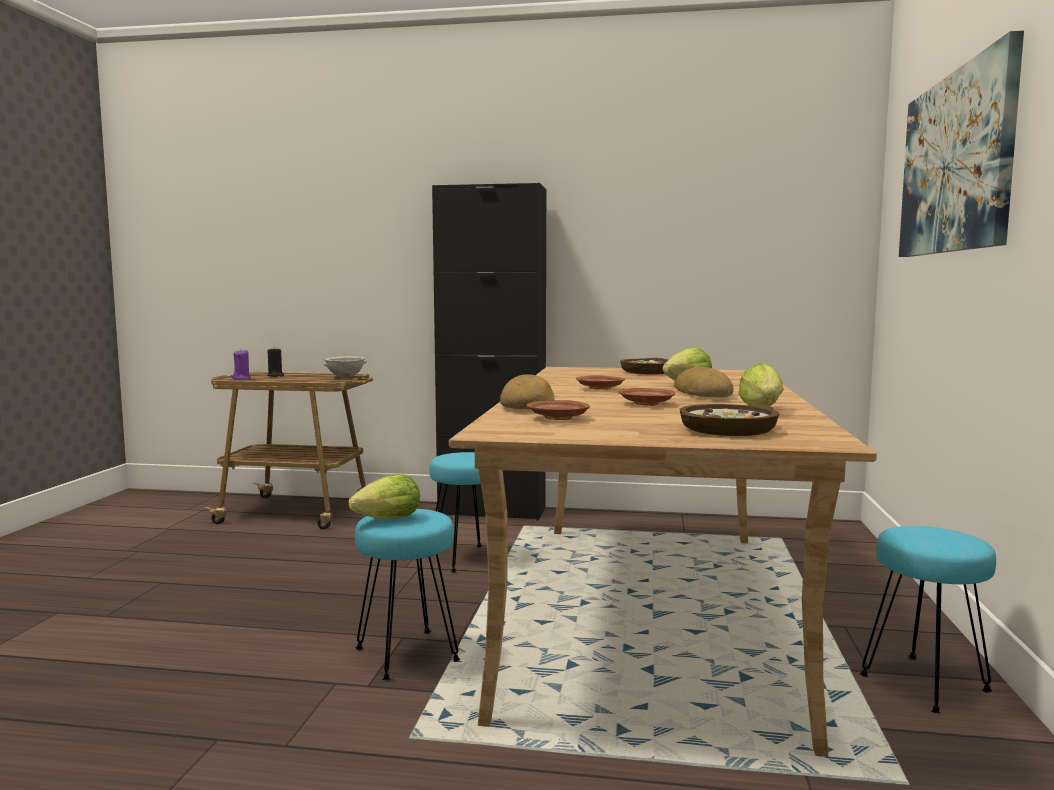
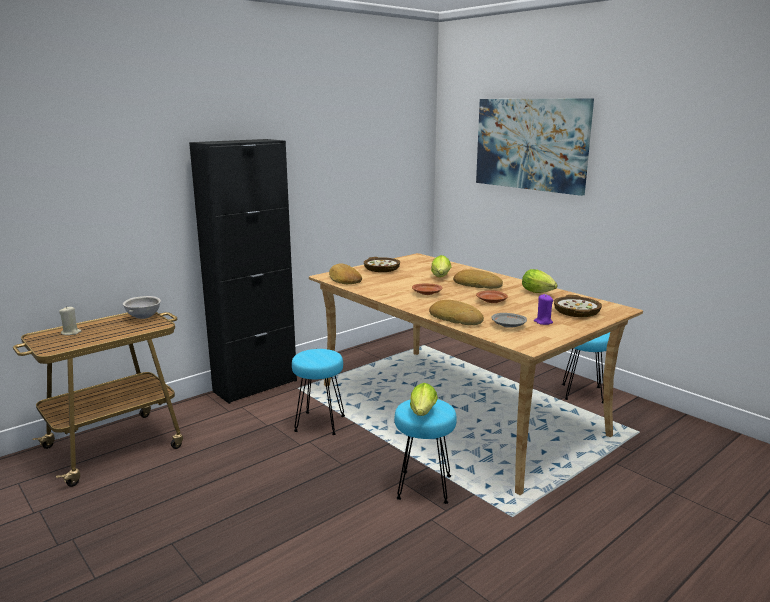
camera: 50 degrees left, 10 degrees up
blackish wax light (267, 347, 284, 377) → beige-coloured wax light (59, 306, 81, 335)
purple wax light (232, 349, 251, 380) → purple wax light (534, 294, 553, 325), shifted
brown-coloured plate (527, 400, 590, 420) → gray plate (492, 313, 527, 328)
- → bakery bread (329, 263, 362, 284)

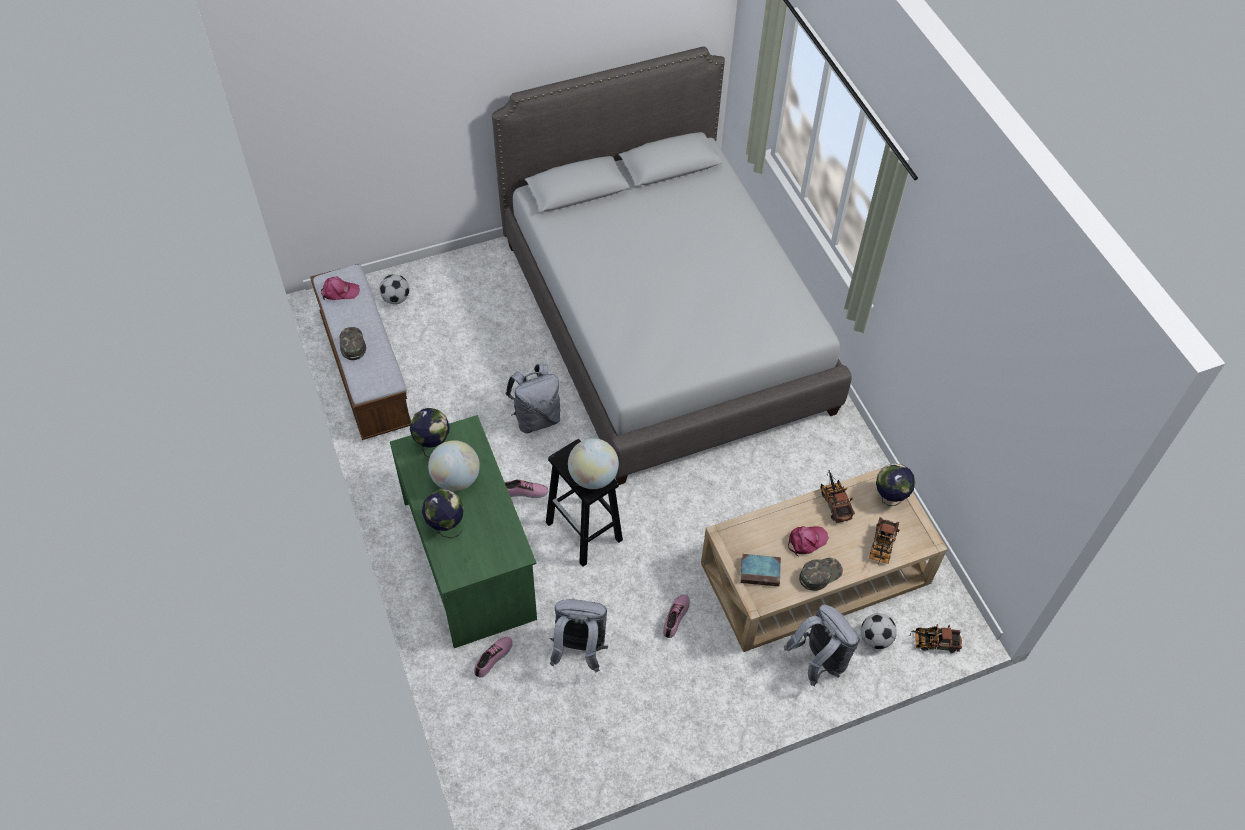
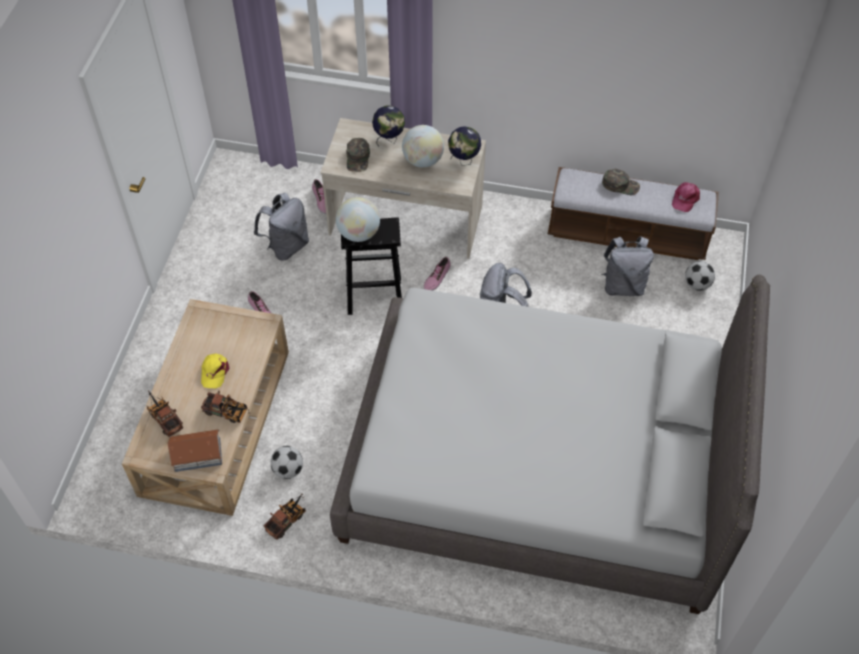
camera: 125 degrees right, 0 degrees up
greenish desk table (390, 415, 537, 648) → beige-coloured desk table (320, 118, 486, 259)
desk globe (876, 463, 915, 506) → toy house (167, 430, 222, 472)
pink-coloured baseball cap (788, 526, 829, 556) → yellowish baseball cap (201, 354, 229, 388)
book (740, 554, 781, 587) → -
greenish baseball cap (799, 558, 843, 591) → greenish baseball cap (346, 138, 370, 172), shifted
gray rucksack (784, 605, 860, 686) → gray rucksack (602, 236, 654, 296), shifted
football (861, 613, 897, 649) → football (270, 446, 303, 479), shifted
toy lorry (909, 624, 962, 653) → toy lorry (263, 494, 306, 540), shifted

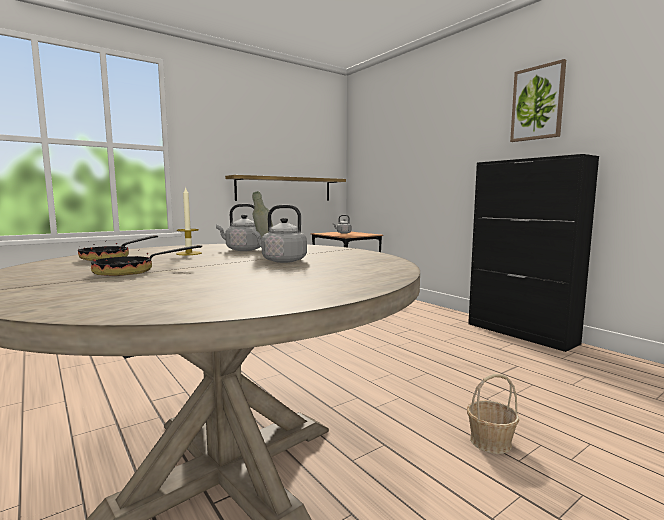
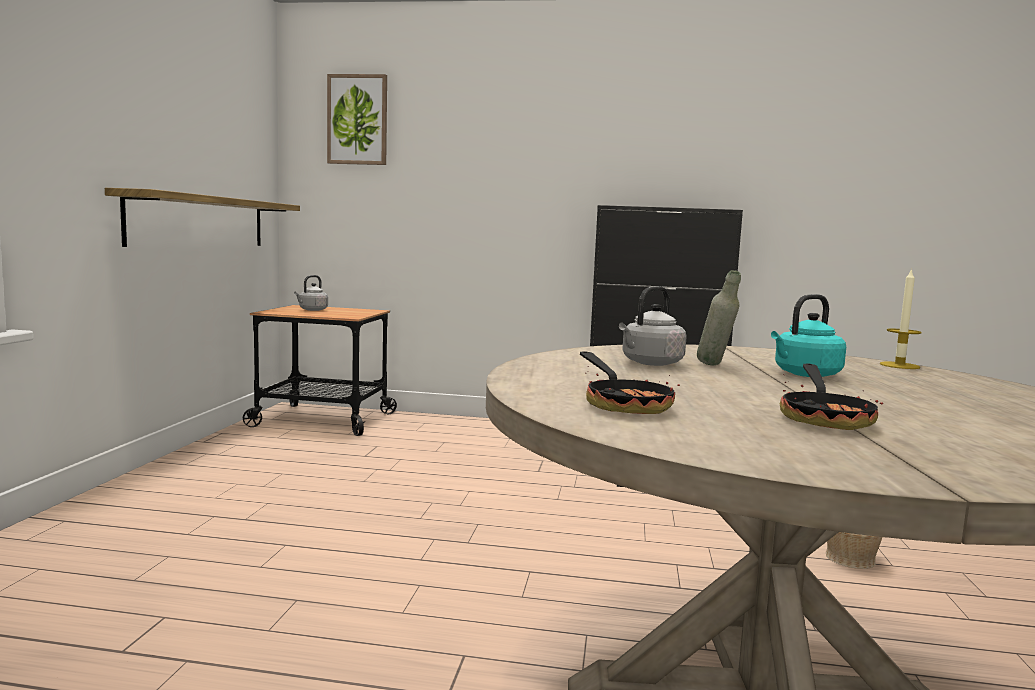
camera: 45 degrees left, 0 degrees up
picture (510, 59, 566, 142) → picture (327, 74, 387, 165), shifted
wax light (176, 186, 202, 255) → wax light (880, 268, 922, 369), shifted
gray tea kettle (252, 205, 307, 263) → blue-green tea kettle (771, 294, 846, 377)

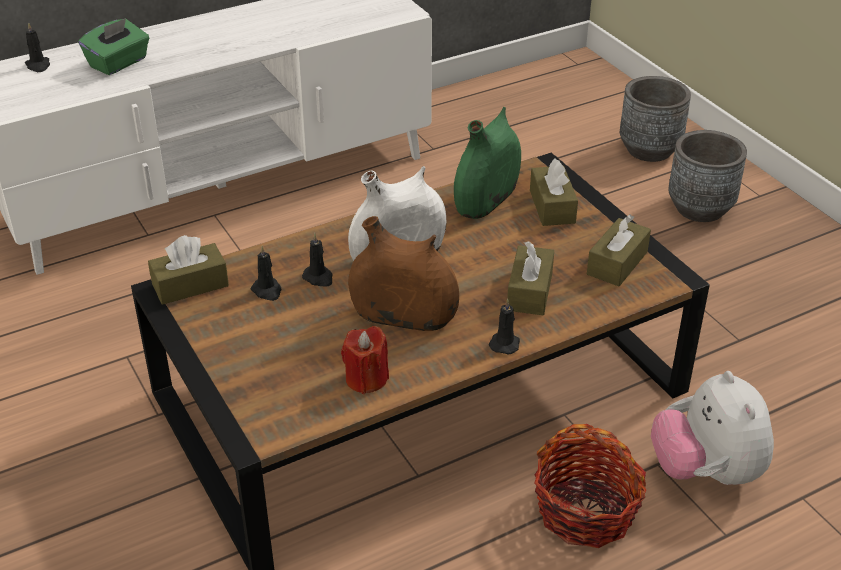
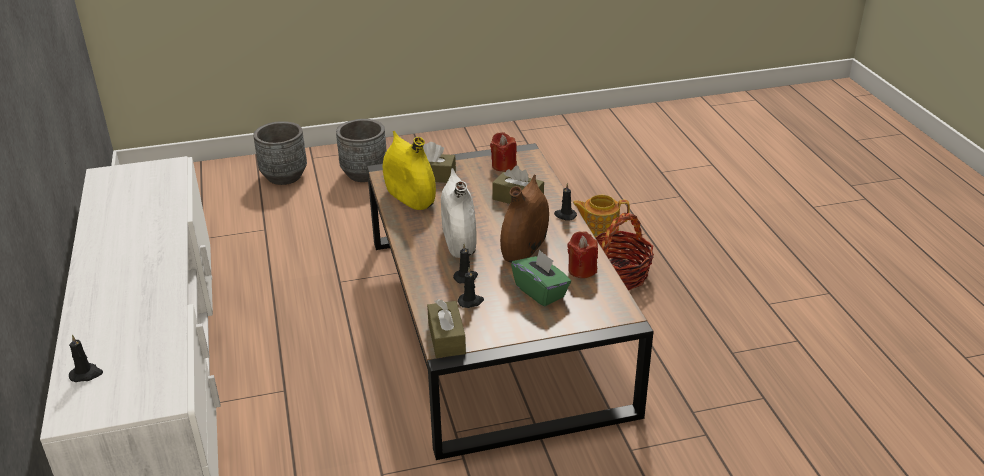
camera: 75 degrees left, 5 degrees down
greenish box of tissues (78, 18, 149, 75) → greenish box of tissues (511, 249, 571, 306), shifted
greenish decorative vase (454, 107, 521, 219) → yellowish decorative vase (383, 131, 436, 210)
brown-coloured box of tissues (587, 214, 651, 286) → red-coloured wax light (490, 132, 517, 172)
soft toy (651, 371, 774, 485) → pot for tea (573, 195, 630, 238)

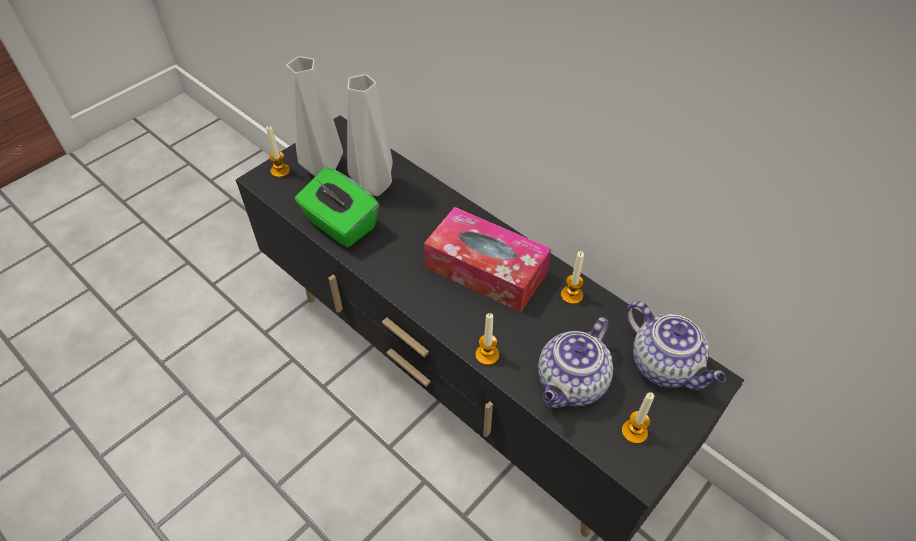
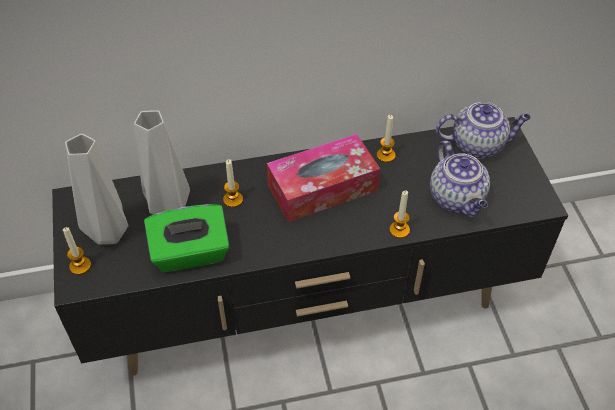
camera: 55 degrees left, 0 degrees up
wax light (622, 392, 654, 444) → wax light (223, 159, 243, 207), shifted

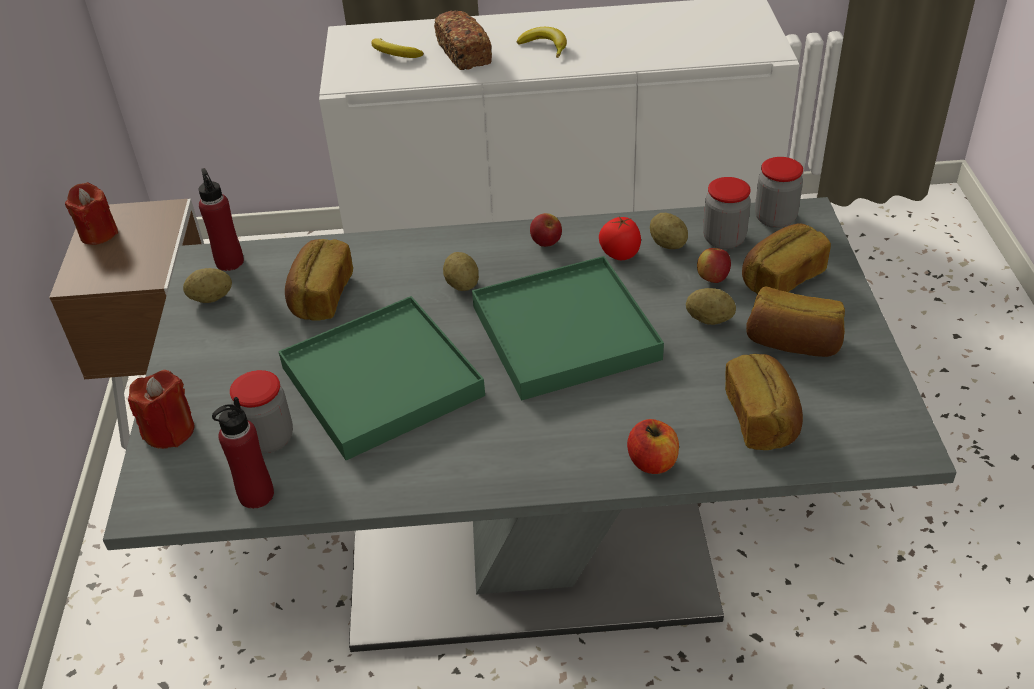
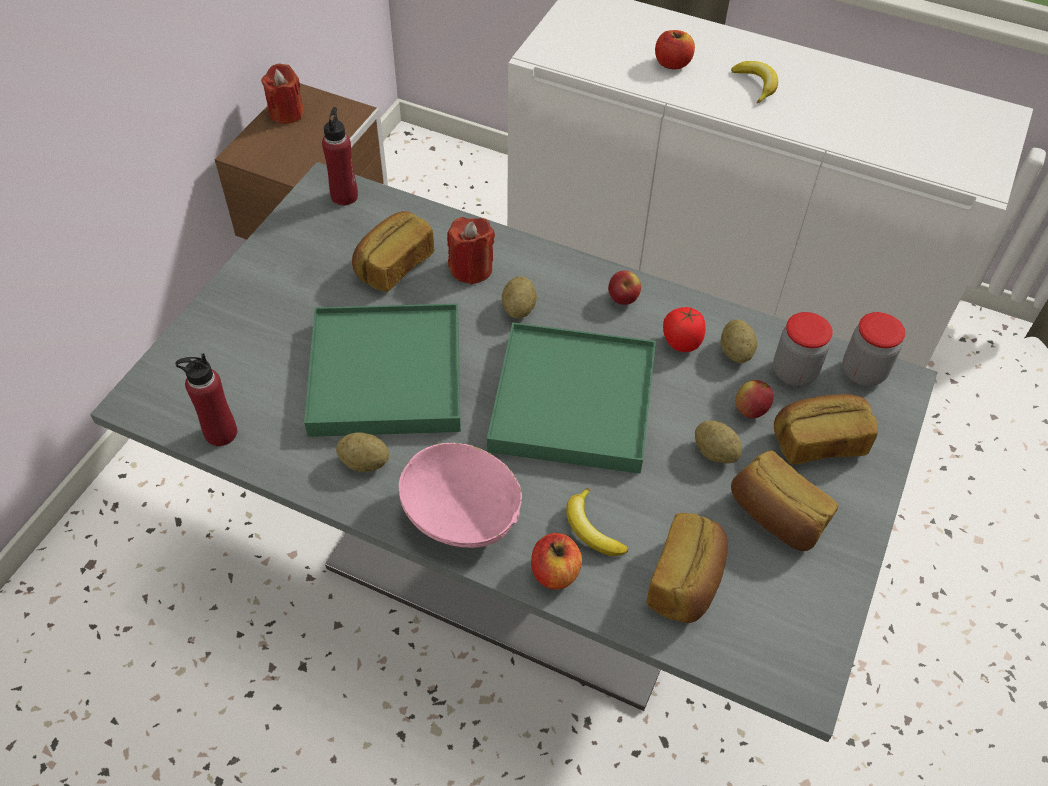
camera: 25 degrees right, 10 degrees up
bakery bread (434, 10, 492, 70) → apple (655, 30, 695, 69)
banana fruit (372, 38, 424, 58) → banana fruit (566, 488, 628, 556), shifted
whole potato (183, 268, 232, 303) → whole potato (336, 432, 389, 472), shifted
red-coloured wax light (128, 370, 195, 449) → red-coloured wax light (447, 217, 495, 285), shifted
storage jar (230, 370, 293, 453) → -
- → pink-coloured bowl (399, 443, 522, 548)

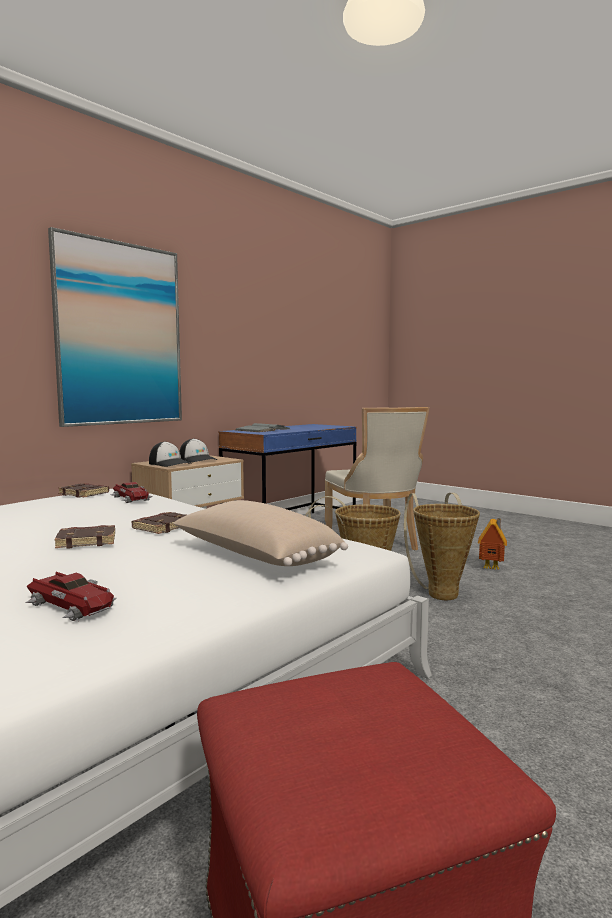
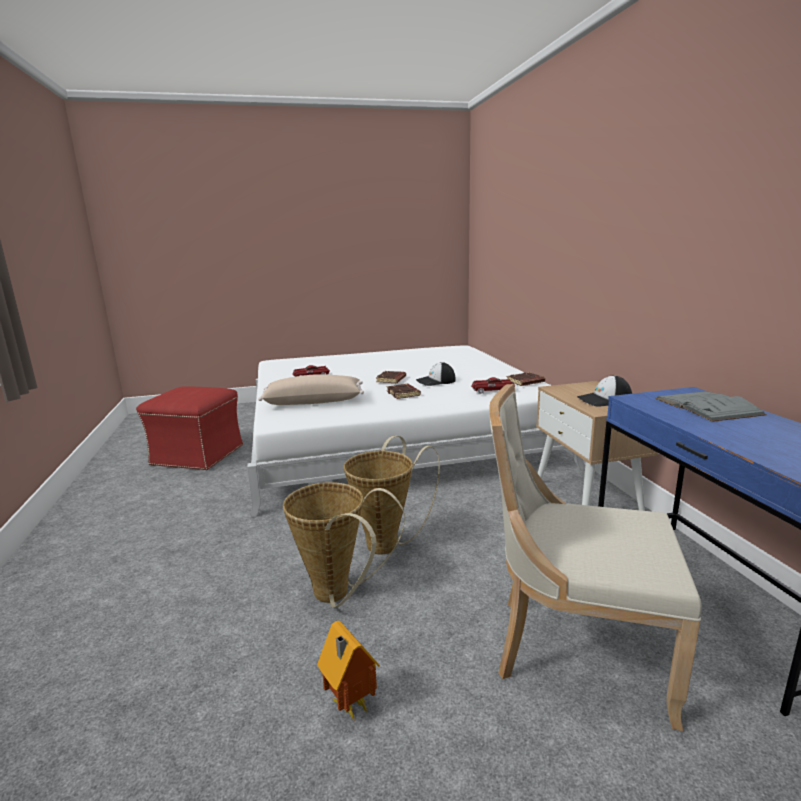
camera: 125 degrees right, 10 degrees up
picture (48, 227, 182, 427) → -
baseball cap (149, 441, 191, 467) → baseball cap (416, 362, 456, 386), shifted

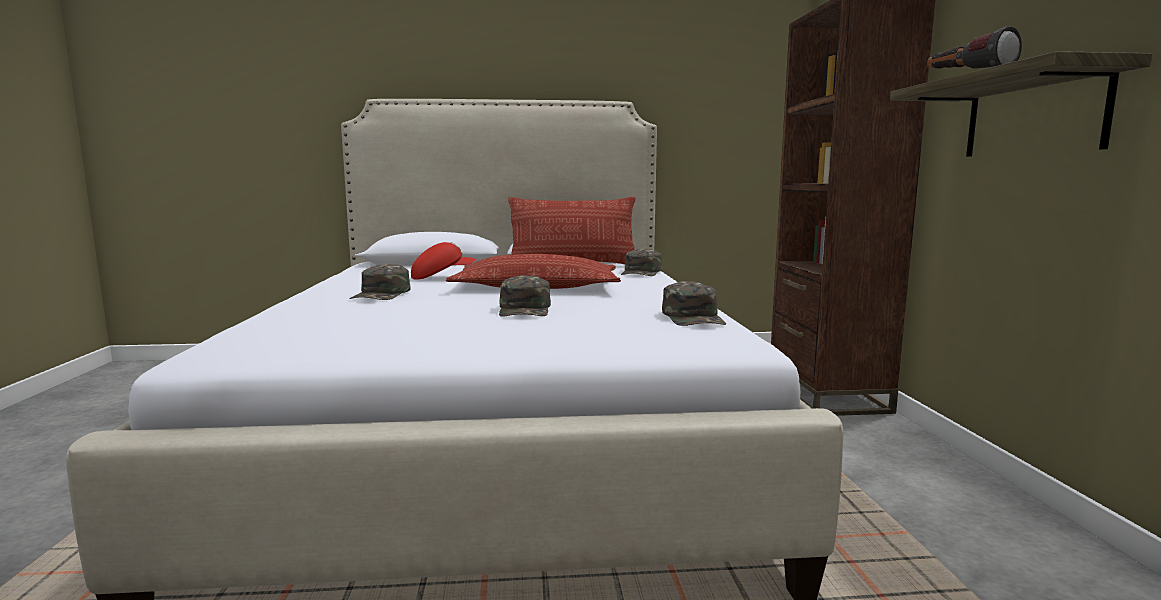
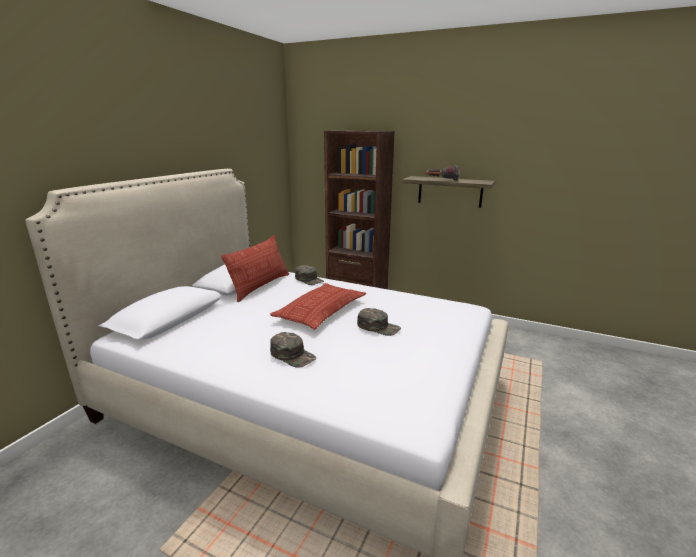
camera: 60 degrees left, 10 degrees up
red-coloured baseball cap (411, 242, 475, 280) → -
greenish baseball cap (662, 281, 726, 326) → -

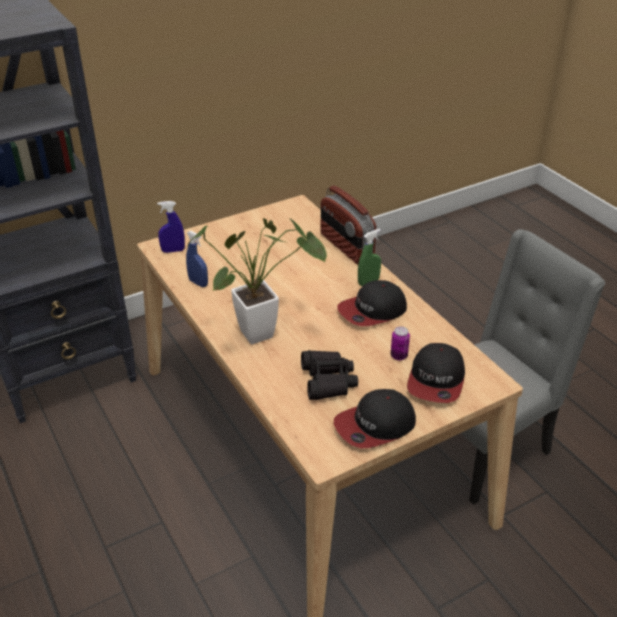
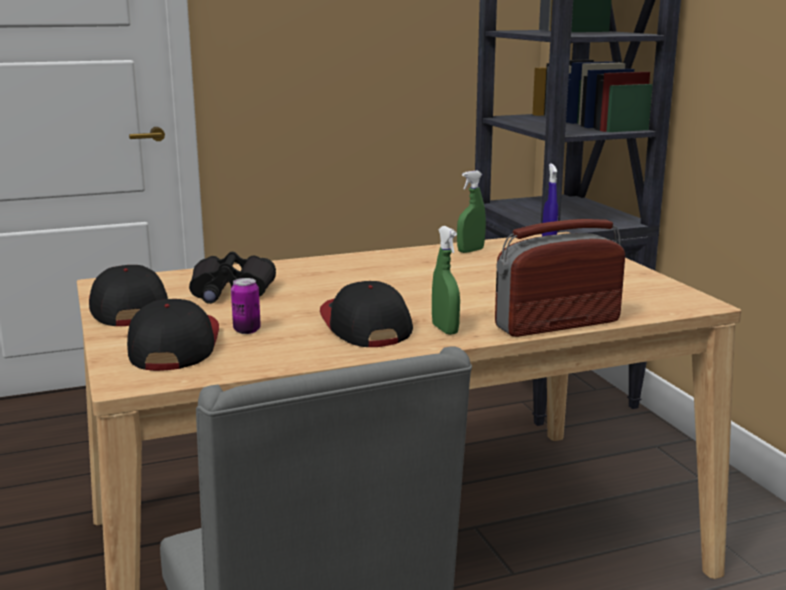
camera: 100 degrees right, 20 degrees down
houseplant (187, 218, 327, 344) → -
bluish sprayer (186, 231, 208, 287) → greenish sprayer (457, 170, 486, 253)
baseball cap (407, 343, 465, 403) → baseball cap (127, 299, 219, 371), 60 degrees clockwise

